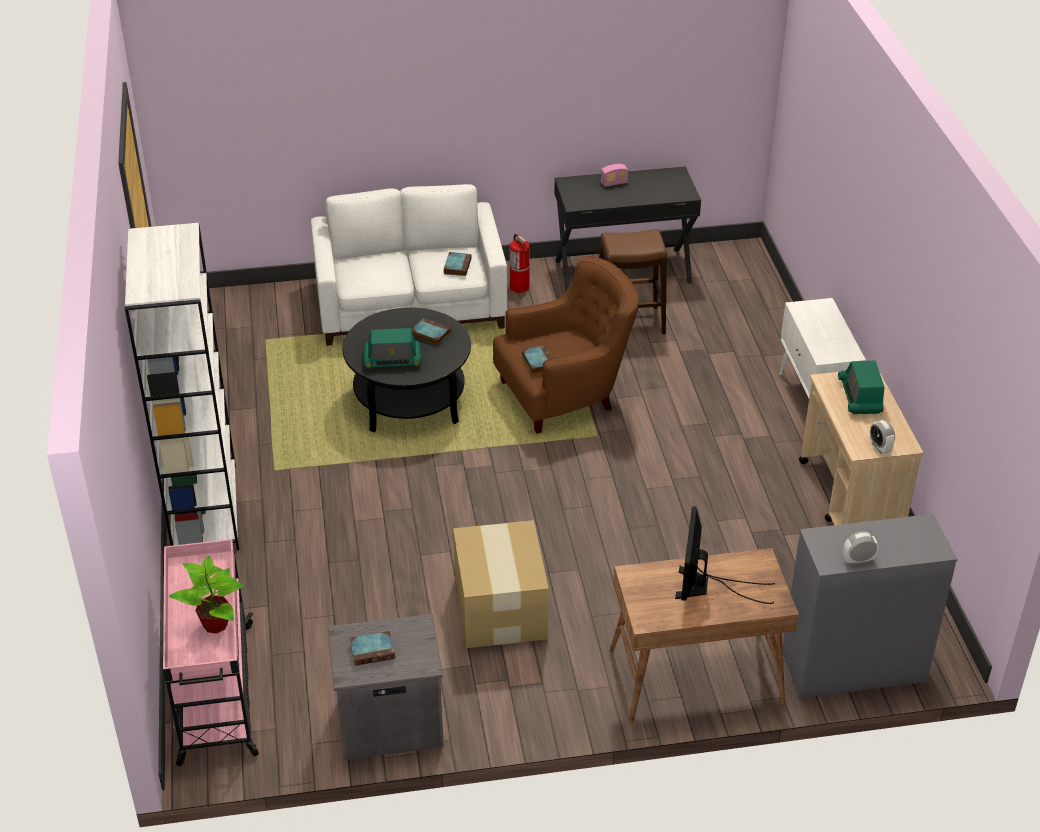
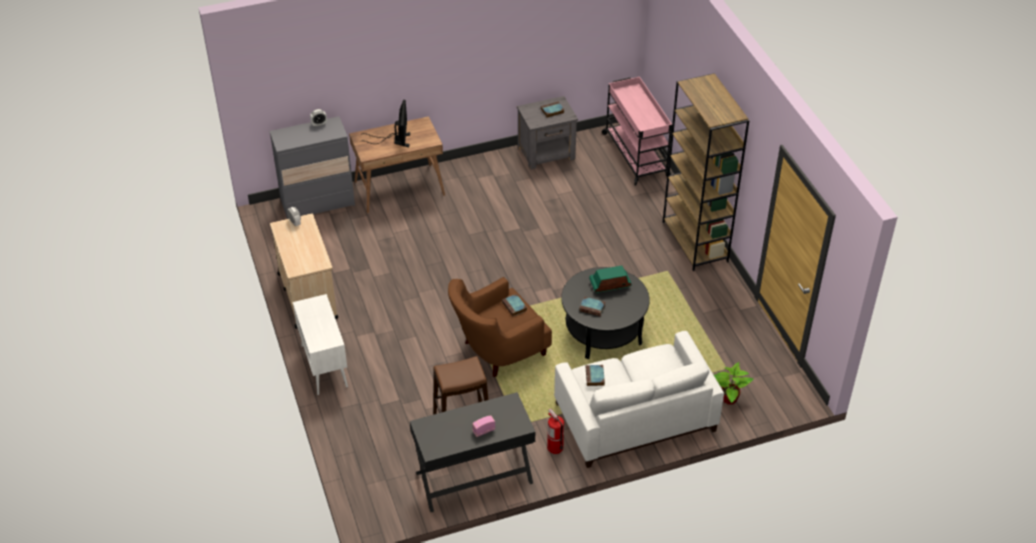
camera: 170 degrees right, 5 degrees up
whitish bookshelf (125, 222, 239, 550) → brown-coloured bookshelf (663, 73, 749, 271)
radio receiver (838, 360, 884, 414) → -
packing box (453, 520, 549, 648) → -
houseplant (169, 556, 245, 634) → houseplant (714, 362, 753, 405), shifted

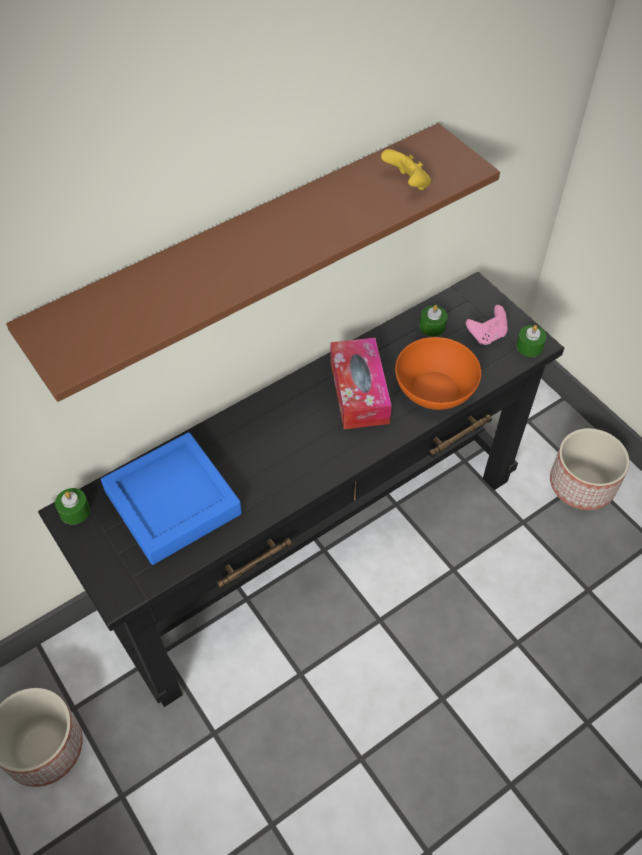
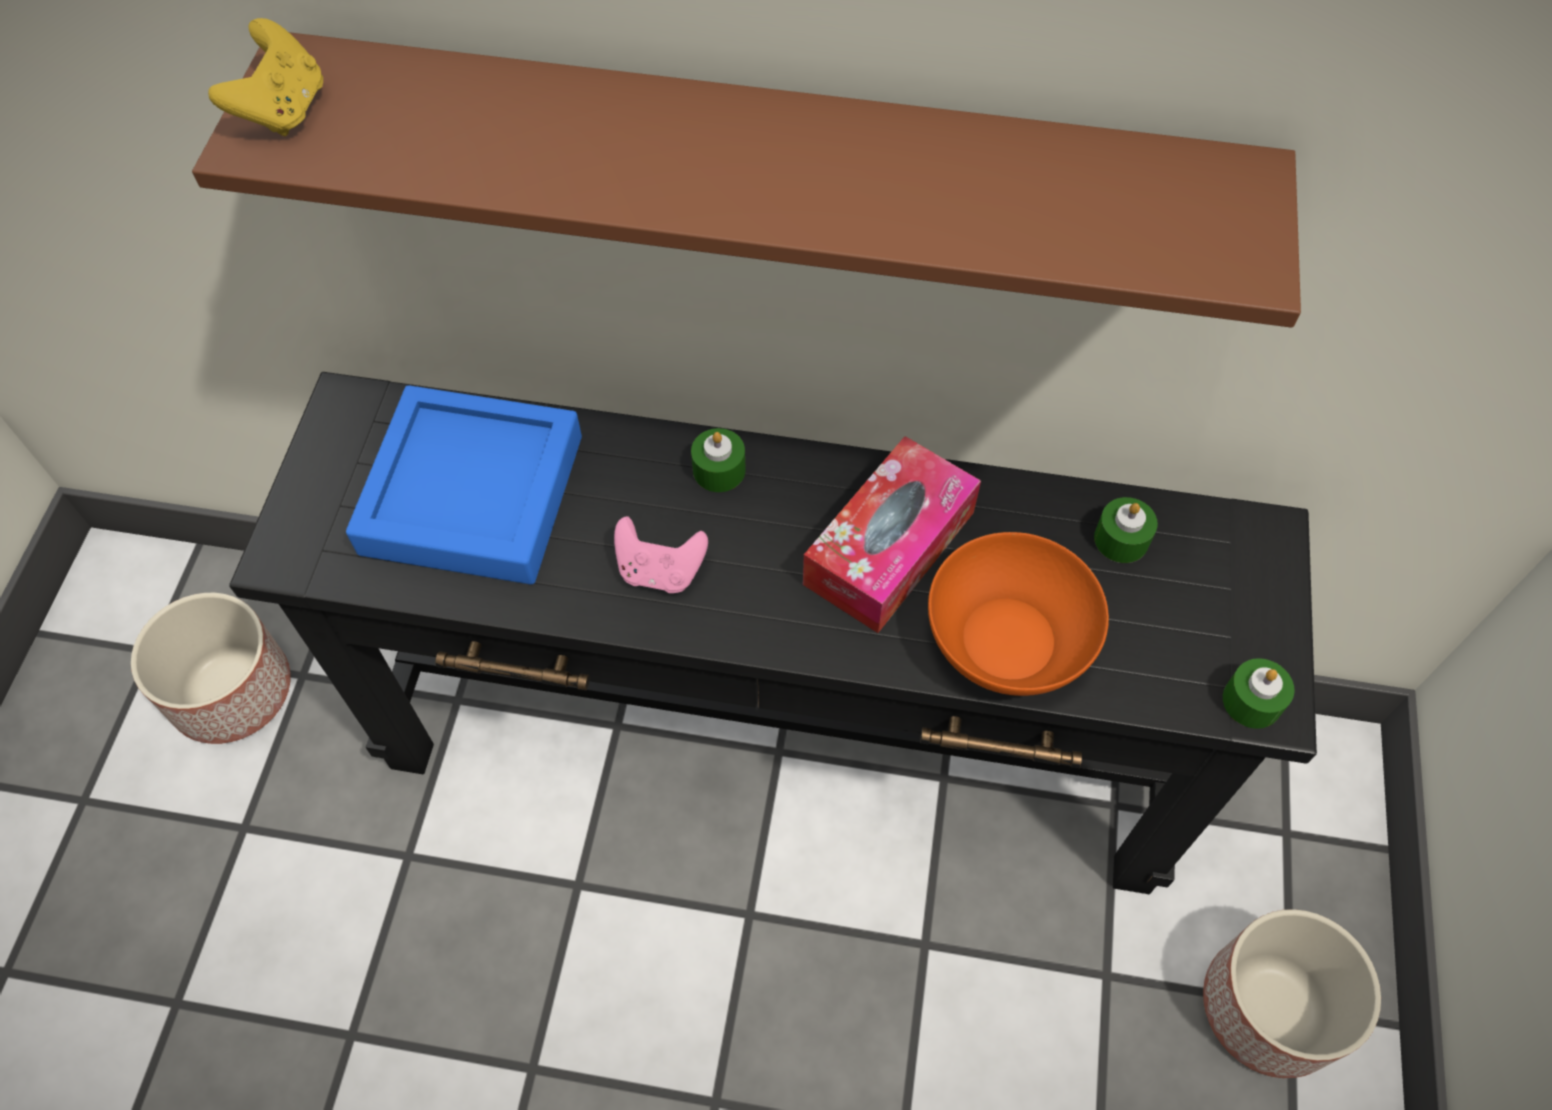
camera: 45 degrees right, 5 degrees up
yellowish joypad (381, 149, 431, 190) → yellowish joypad (208, 18, 323, 136), shifted
pink-coloured joypad (466, 305, 508, 345) → pink-coloured joypad (614, 516, 708, 593), shifted
greenish wax light (55, 488, 90, 525) → greenish wax light (691, 428, 746, 492), shifted

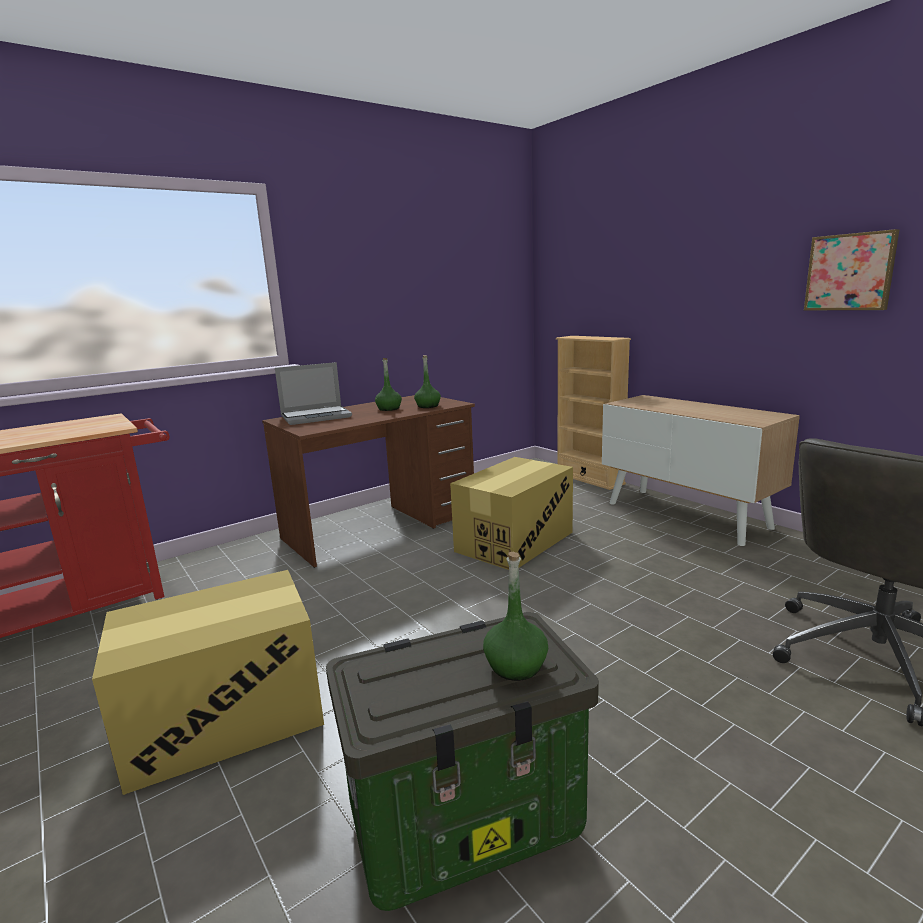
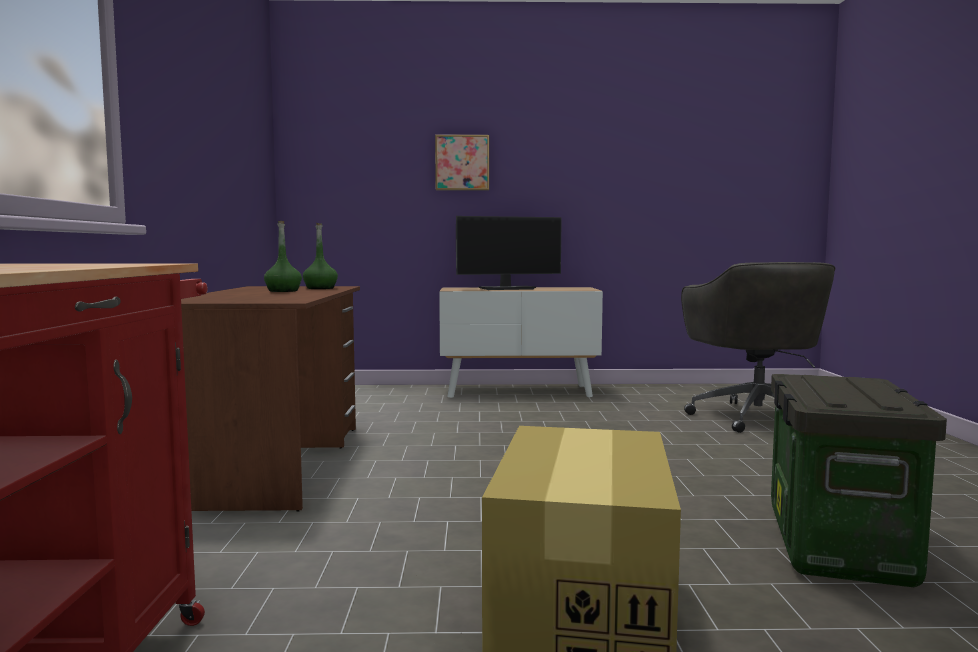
camera: 55 degrees left, 10 degrees down
picture (804, 229, 900, 310) → picture (435, 135, 489, 190), shifted
beige-coloured bookshelf (556, 336, 631, 490) → -
notebook computer (275, 362, 352, 425) → -
packing box (450, 457, 573, 570) → -
greenish drink bottle (483, 552, 548, 681) → -
- → monitor (456, 216, 562, 290)

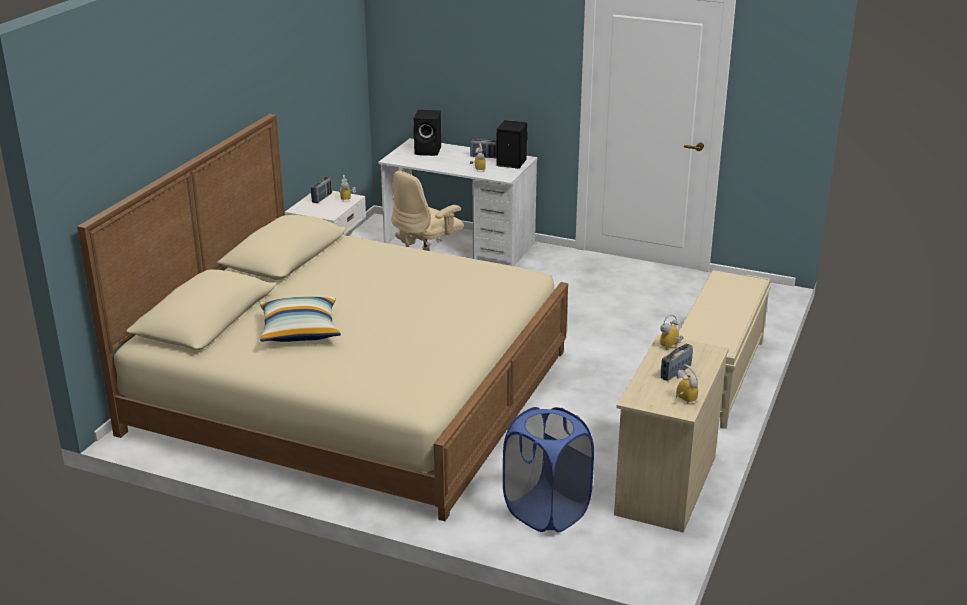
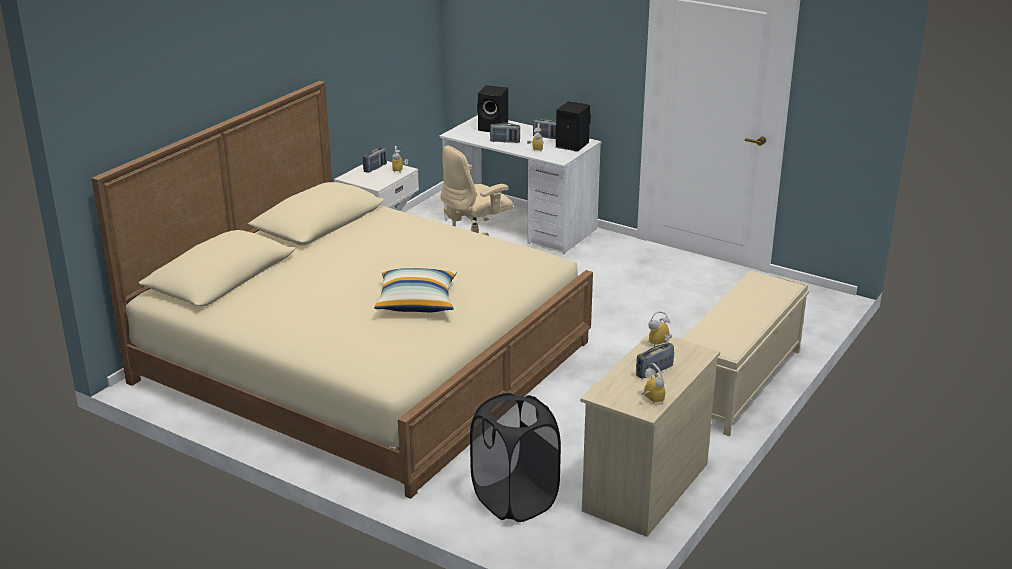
camera: 10 degrees right, 0 degrees up
throw pillow (260, 297, 341, 342) → throw pillow (374, 268, 457, 312), shifted
bluish washing basket (503, 407, 594, 533) → blackish washing basket (470, 393, 561, 522)
- → radio receiver (490, 123, 520, 143)

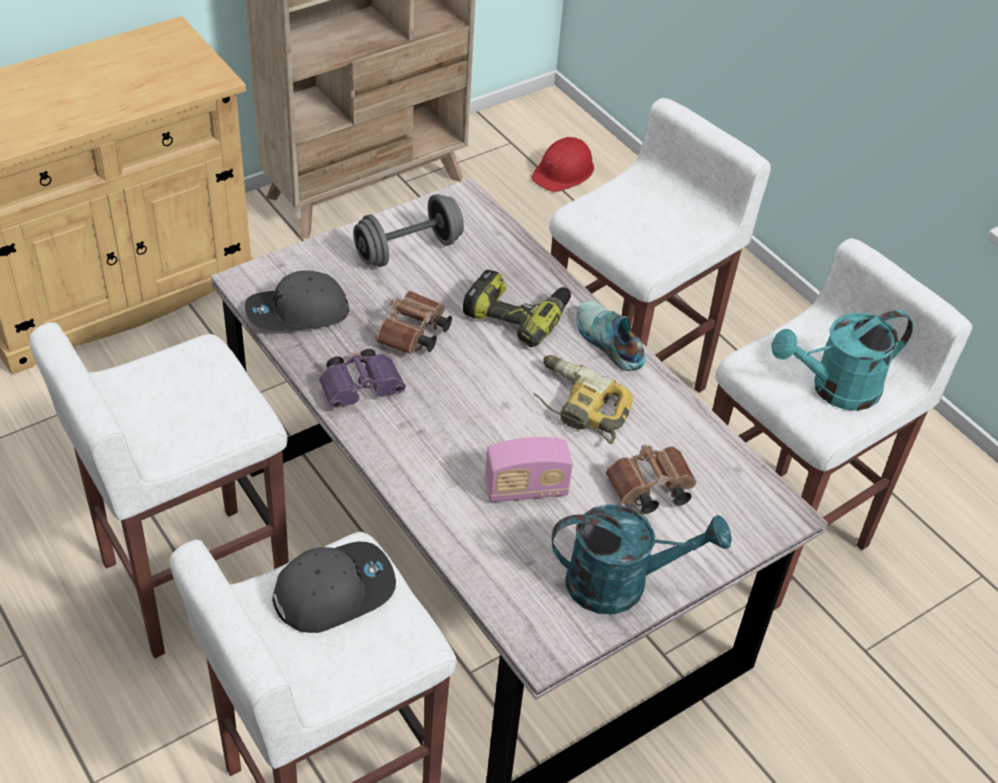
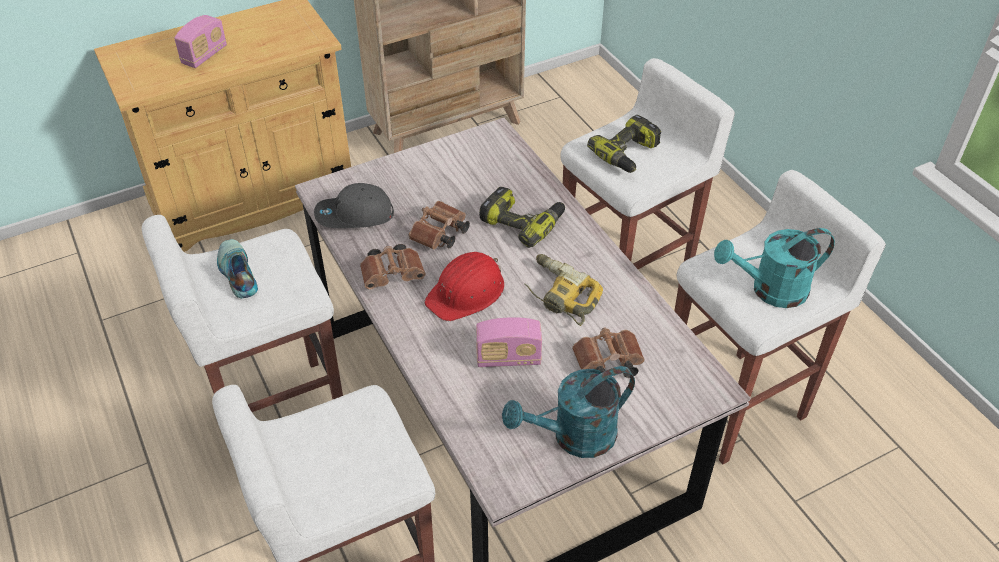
camera: 10 degrees right, 0 degrees up
red-coloured safety helmet (531, 137, 594, 192) → red-coloured safety helmet (425, 252, 504, 321), shifted
gray free weight (353, 194, 464, 267) → -
low shoe (576, 300, 645, 371) → low shoe (217, 239, 258, 298), shifted
purple field glasses (319, 349, 406, 410) → brown-coloured field glasses (360, 244, 426, 290)
blue-green watering can (552, 504, 732, 614) → blue-green watering can (502, 366, 635, 458), 150 degrees clockwise
gray baseball cap (272, 542, 396, 633) → -
- → radio receiver (174, 15, 227, 68)
- → drill (587, 115, 661, 173)

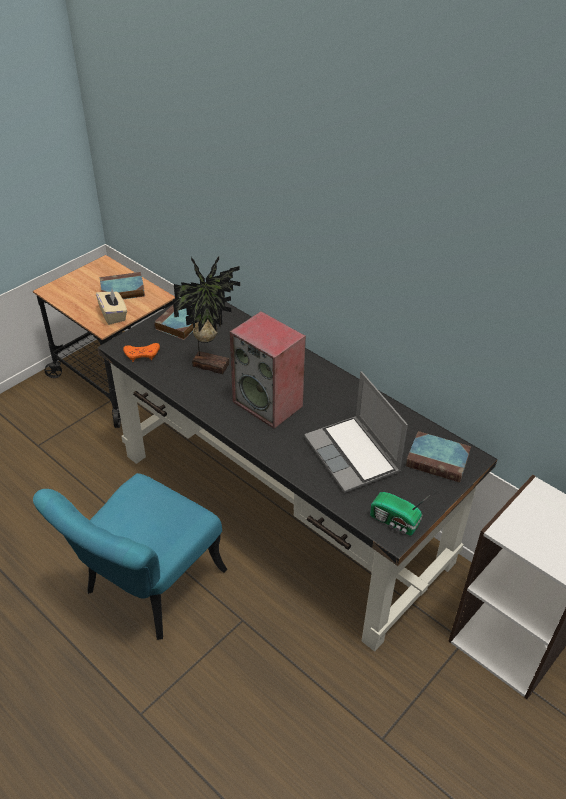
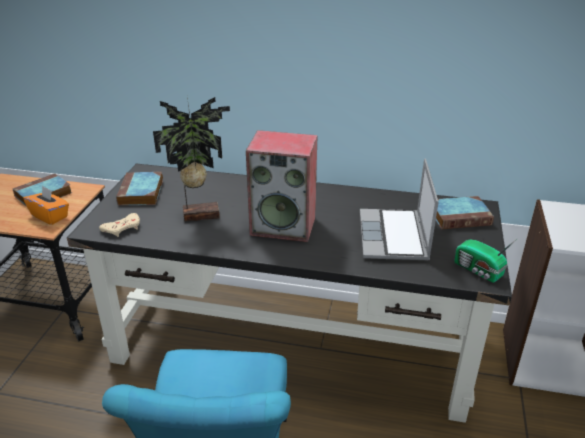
camera: 30 degrees left, 10 degrees down
beige-coloured box of tissues (96, 290, 127, 325) → orangey box of tissues (23, 185, 69, 225)
orangey joypad (123, 343, 160, 362) → beige-coloured joypad (99, 213, 140, 237)
notebook computer (304, 371, 408, 493) → notebook computer (360, 158, 438, 260), 60 degrees clockwise
radio receiver (370, 492, 430, 536) → radio receiver (454, 238, 518, 283), 45 degrees clockwise

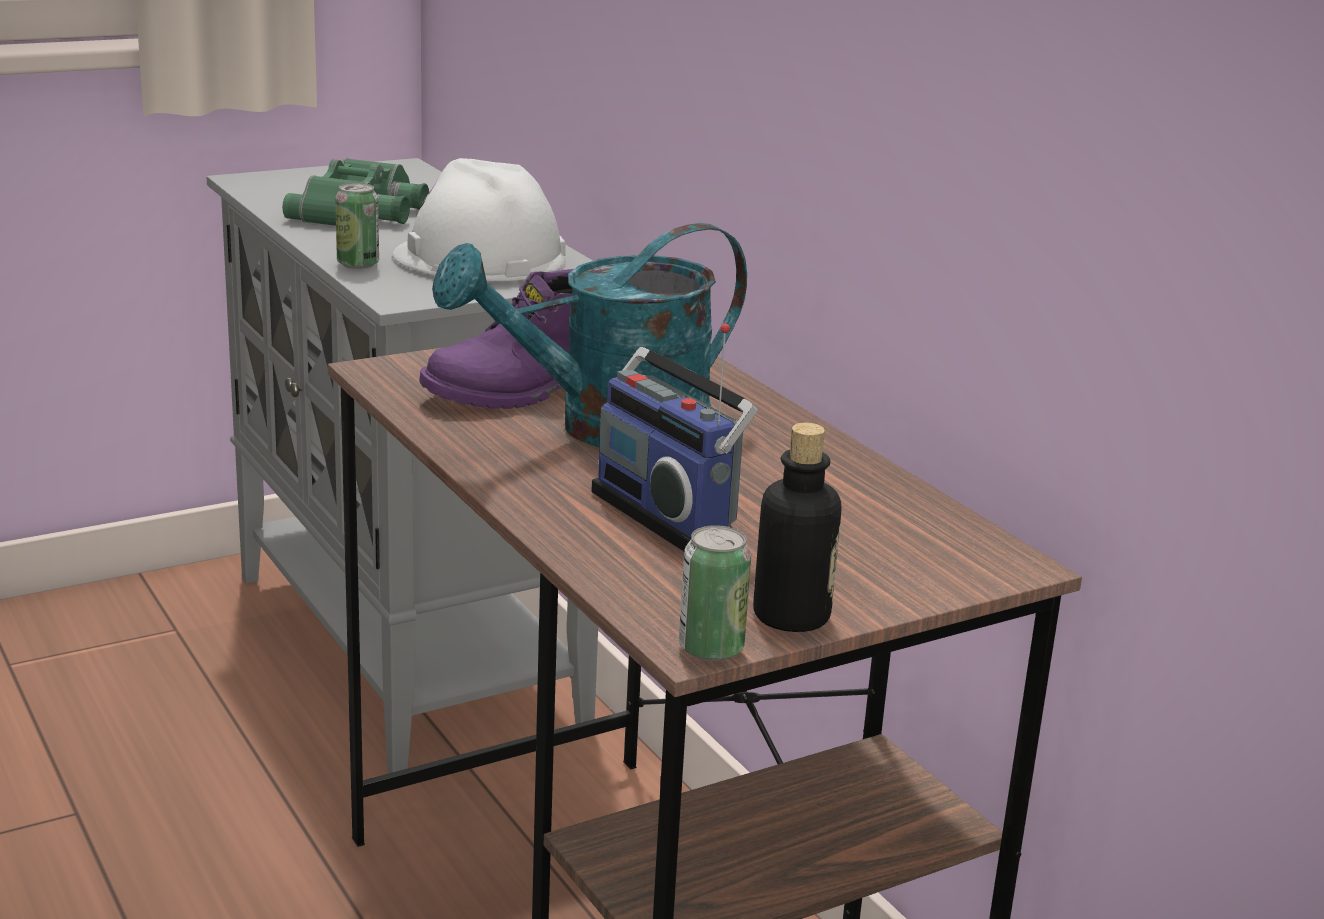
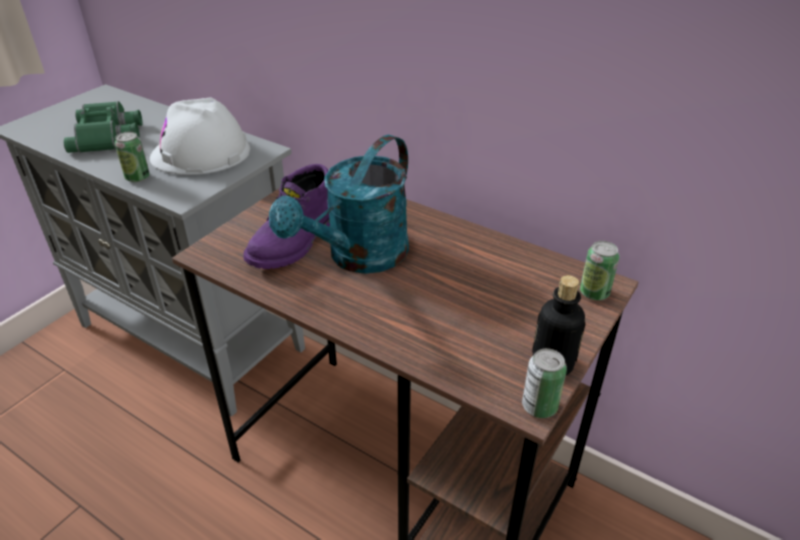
camera: 25 degrees left, 15 degrees up
radio receiver (591, 324, 757, 551) → -
- → sealed can (580, 241, 620, 300)

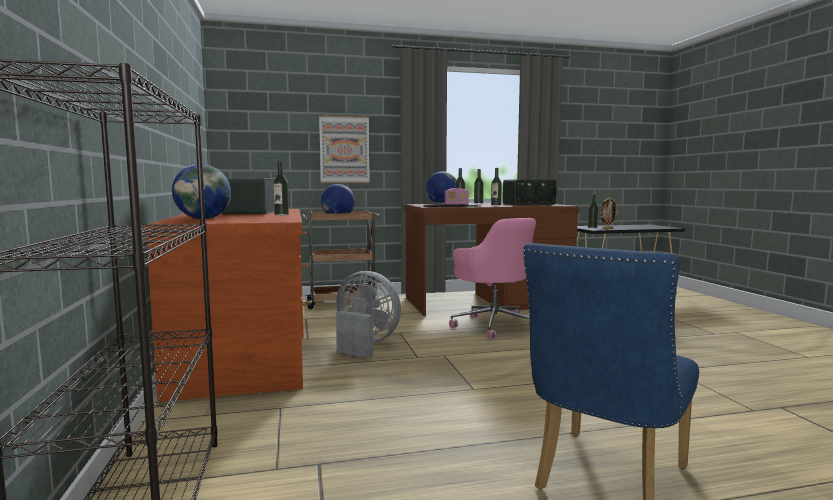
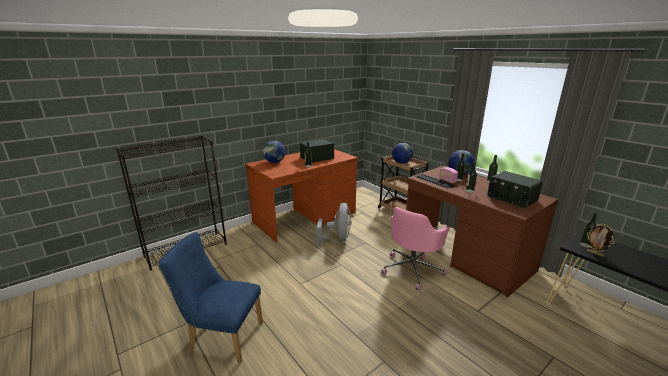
camera: 65 degrees right, 15 degrees up
picture (319, 115, 370, 183) → -

